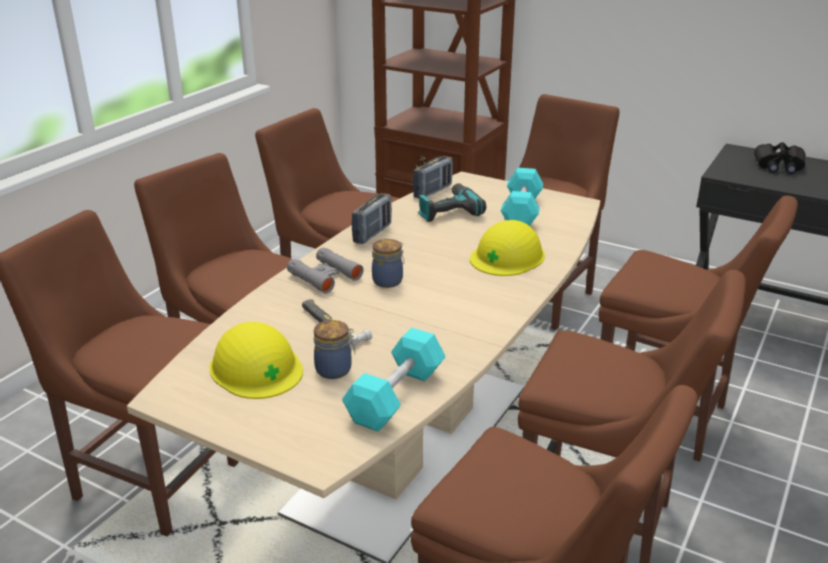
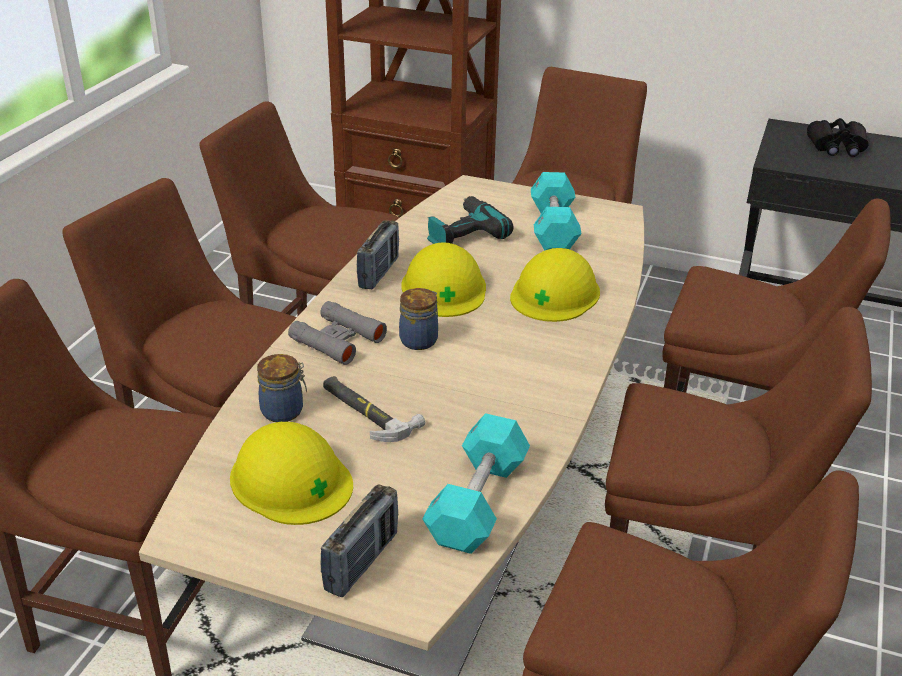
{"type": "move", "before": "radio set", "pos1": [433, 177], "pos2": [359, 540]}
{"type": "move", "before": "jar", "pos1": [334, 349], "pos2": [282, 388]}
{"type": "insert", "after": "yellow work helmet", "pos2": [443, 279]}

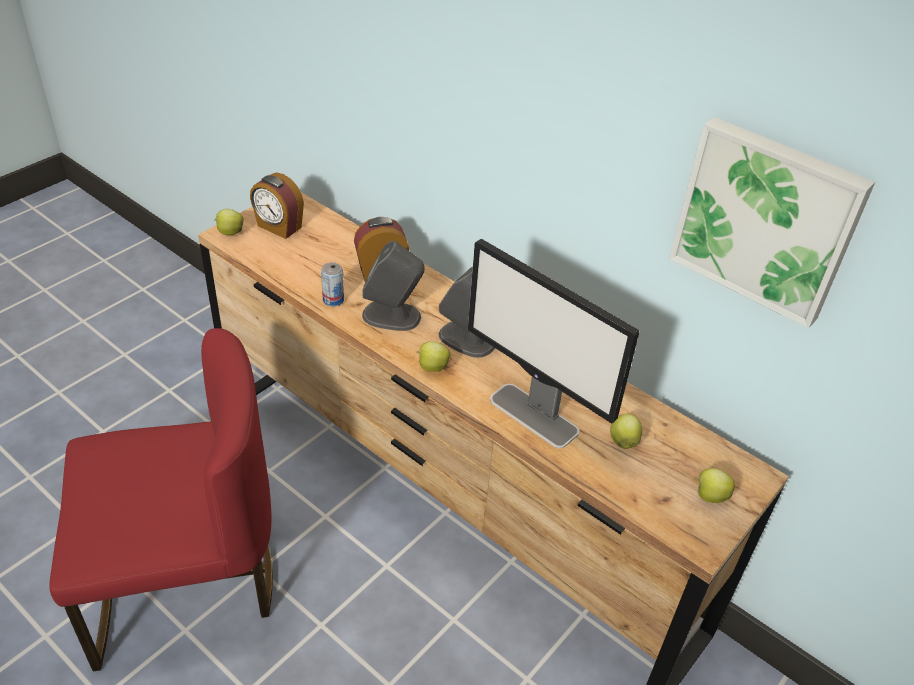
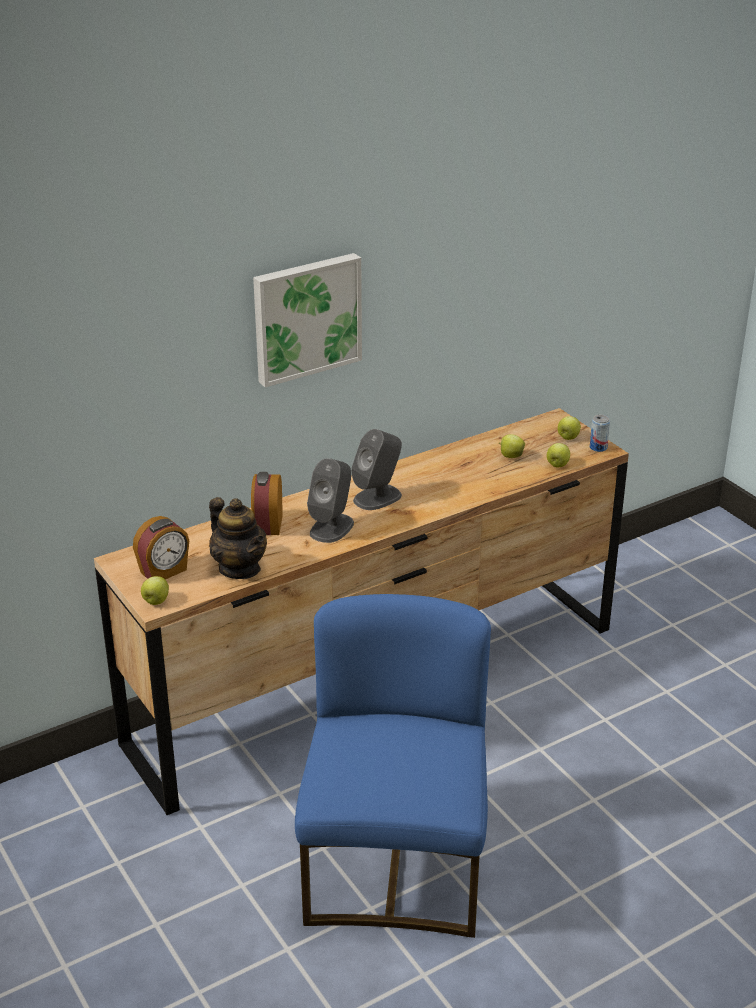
{"type": "move", "before": "picture", "pos1": [772, 222], "pos2": [307, 320]}
{"type": "delete", "before": "monitor", "pos1": [553, 343]}
{"type": "move", "before": "can", "pos1": [332, 284], "pos2": [600, 433]}
{"type": "recolor", "before": "red-coloured chair", "after": "bluish chair", "pos1": [161, 499], "pos2": [393, 766]}
{"type": "move", "before": "apple", "pos1": [433, 356], "pos2": [558, 455]}
{"type": "insert", "after": "tea pot", "pos2": [238, 538]}

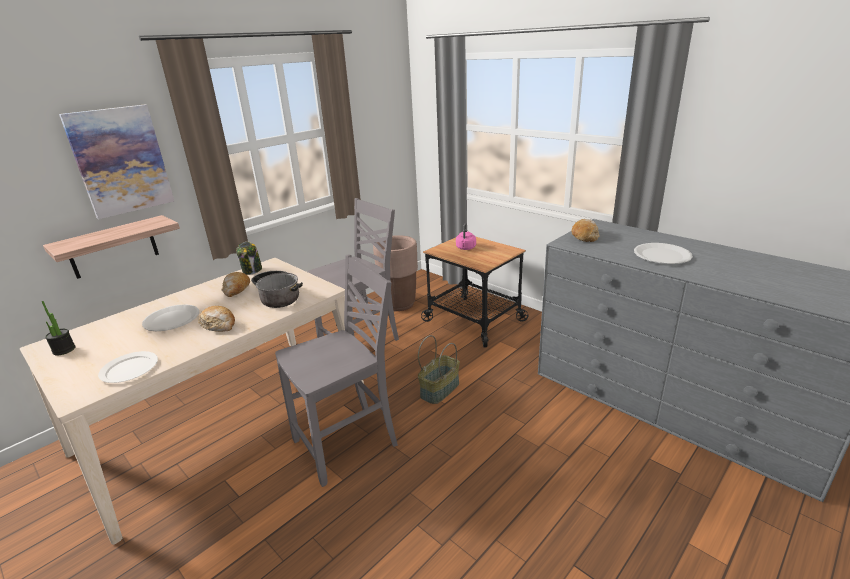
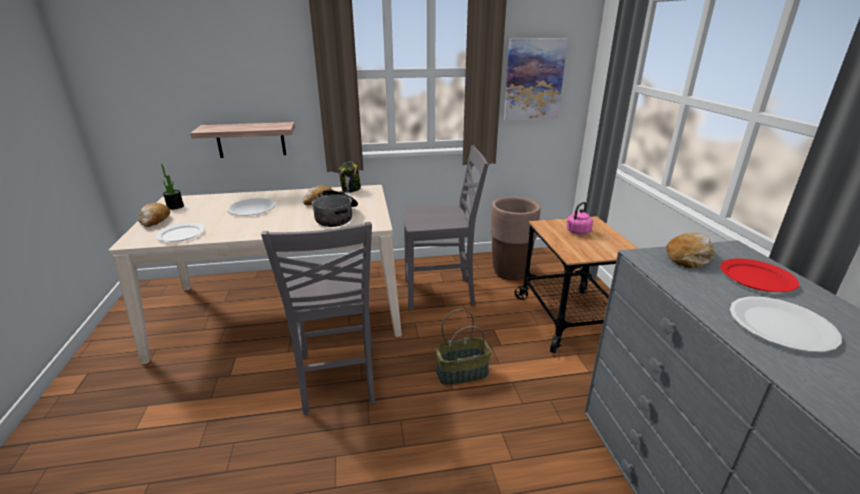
{"type": "move", "before": "picture", "pos1": [116, 162], "pos2": [536, 79]}
{"type": "rotate", "before": "gray chair", "pos1": [336, 370], "pos2": [318, 318], "turn": 75}
{"type": "move", "before": "baked bread", "pos1": [216, 319], "pos2": [154, 215]}
{"type": "insert", "after": "red-coloured plate", "pos2": [759, 275]}

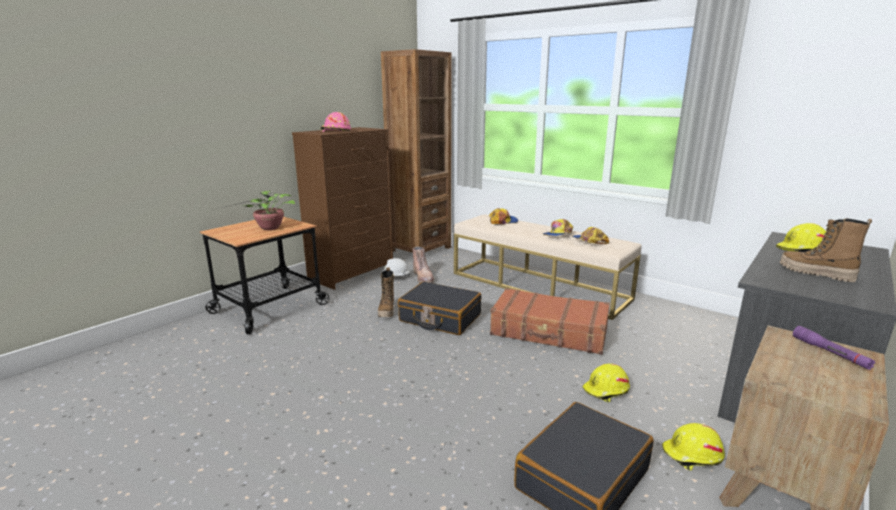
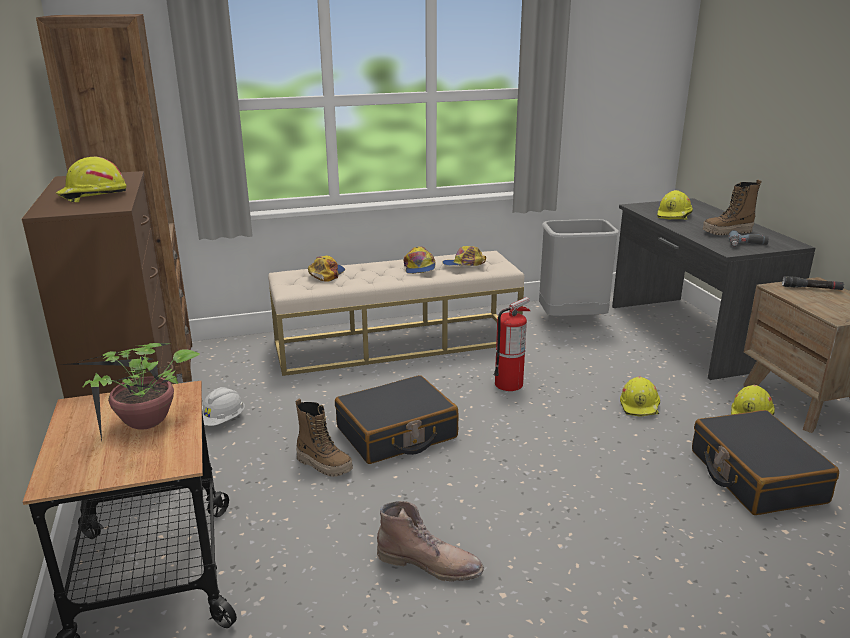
{"type": "recolor", "before": "pink-coloured work helmet", "after": "yellow work helmet", "pos1": [335, 122], "pos2": [90, 179]}
{"type": "move", "before": "brown-coloured boot", "pos1": [423, 265], "pos2": [430, 541]}
{"type": "replace", "before": "brown-coloured piece of luggage", "after": "extinguisher", "pos1": [550, 321], "pos2": [512, 344]}
{"type": "recolor", "before": "purplish hand torch", "after": "blackish hand torch", "pos1": [834, 348], "pos2": [813, 283]}
{"type": "insert", "after": "gray waste bin", "pos2": [579, 267]}
{"type": "insert", "after": "electric drill", "pos2": [749, 238]}

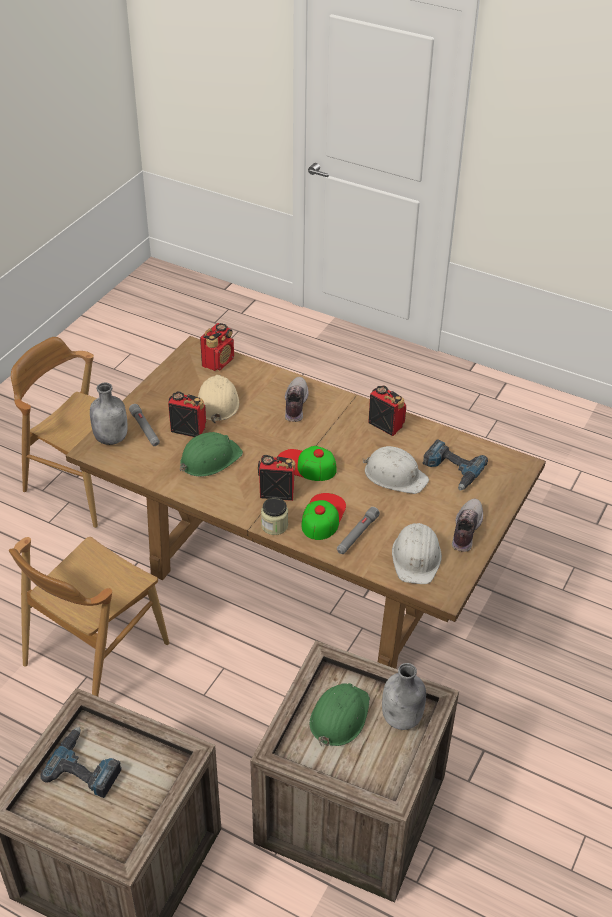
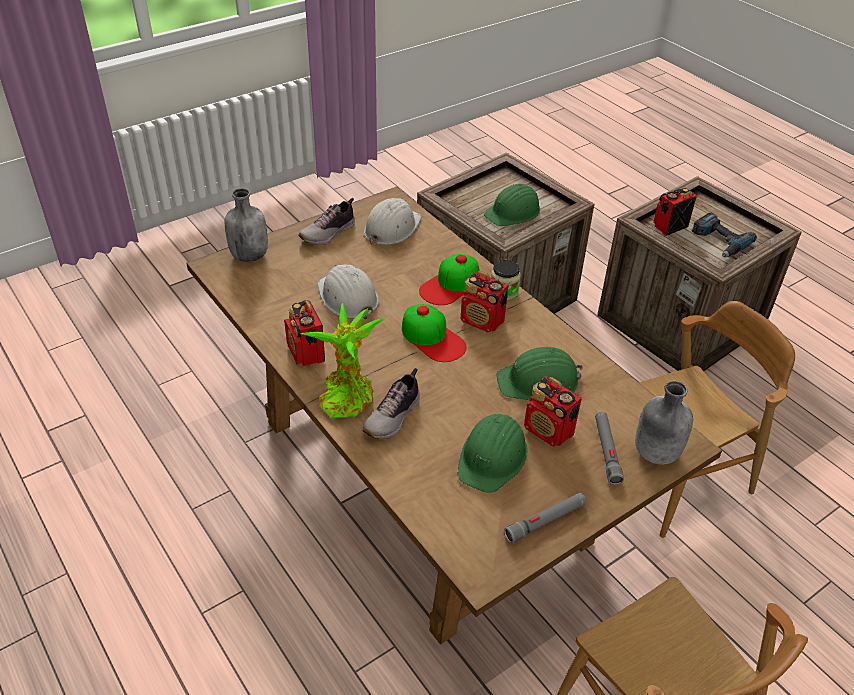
{"type": "move", "before": "radio set", "pos1": [217, 347], "pos2": [675, 212]}
{"type": "recolor", "before": "sand-coloured work helmet", "after": "green work helmet", "pos1": [218, 399], "pos2": [493, 453]}
{"type": "delete", "before": "electric drill", "pos1": [455, 465]}
{"type": "move", "before": "gray hand torch", "pos1": [358, 530], "pos2": [545, 518]}
{"type": "move", "before": "gray drink bottle", "pos1": [404, 696], "pos2": [246, 225]}
{"type": "insert", "after": "potted plant", "pos2": [342, 361]}

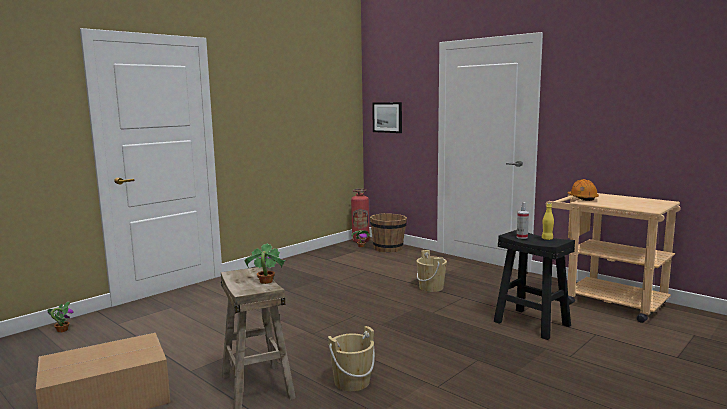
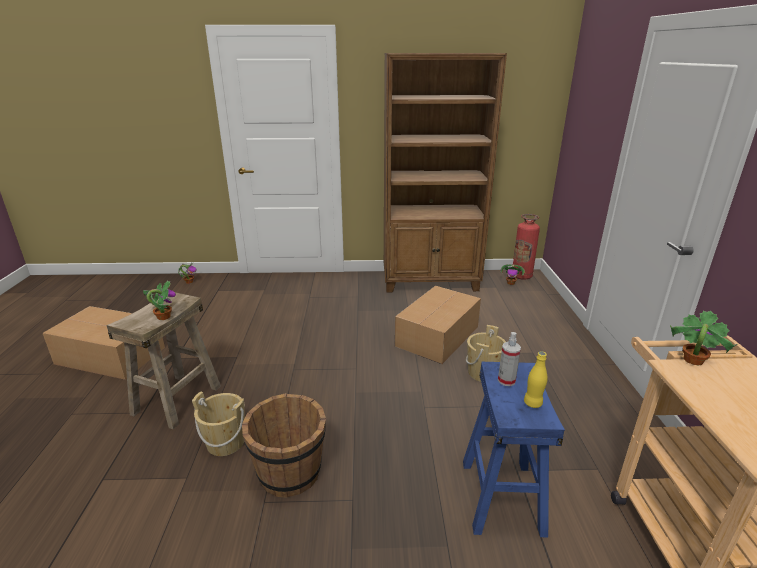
{"type": "delete", "before": "picture", "pos1": [387, 117]}
{"type": "replace", "before": "orange-coloured work helmet", "after": "potted plant", "pos1": [583, 190], "pos2": [703, 338]}
{"type": "move", "before": "brown-coloured bucket", "pos1": [388, 232], "pos2": [284, 445]}
{"type": "recolor", "before": "blackish stool seat", "after": "bluish stool seat", "pos1": [534, 285], "pos2": [514, 450]}
{"type": "insert", "after": "brown-coloured bookshelf", "pos2": [445, 172]}
{"type": "insert", "after": "packing box", "pos2": [438, 325]}

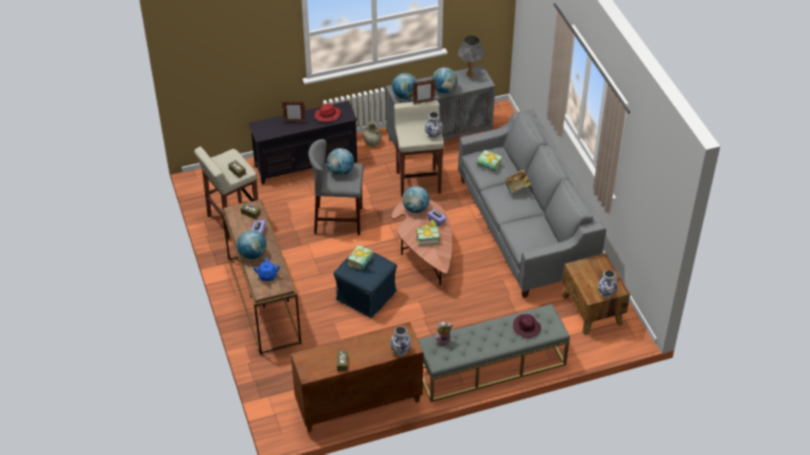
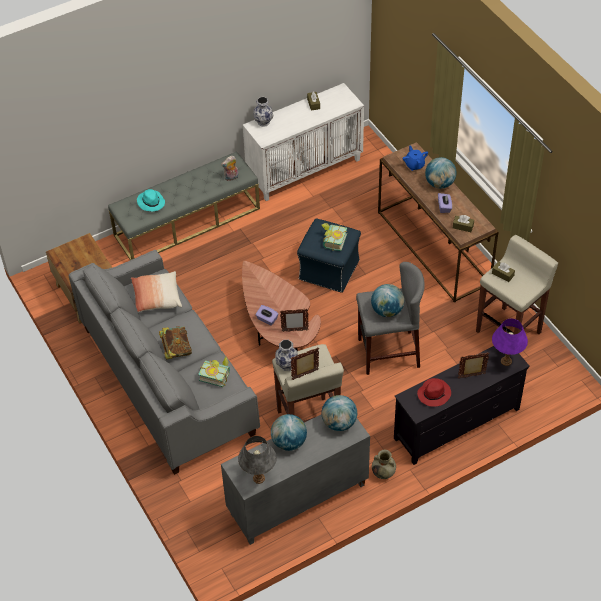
{"type": "replace", "before": "world globe", "after": "picture frame", "pos1": [416, 199], "pos2": [294, 320]}
{"type": "delete", "before": "book", "pos1": [428, 232]}
{"type": "delete", "before": "vase", "pos1": [607, 284]}
{"type": "recolor", "before": "purplish clothing hat", "after": "turquoise clothing hat", "pos1": [527, 326], "pos2": [151, 200]}
{"type": "recolor", "before": "brown-coloured cabinet", "after": "white-coloured cabinet", "pos1": [357, 377], "pos2": [303, 142]}
{"type": "insert", "after": "throw pillow", "pos2": [156, 291]}
{"type": "insert", "after": "purplish table lamp", "pos2": [510, 342]}

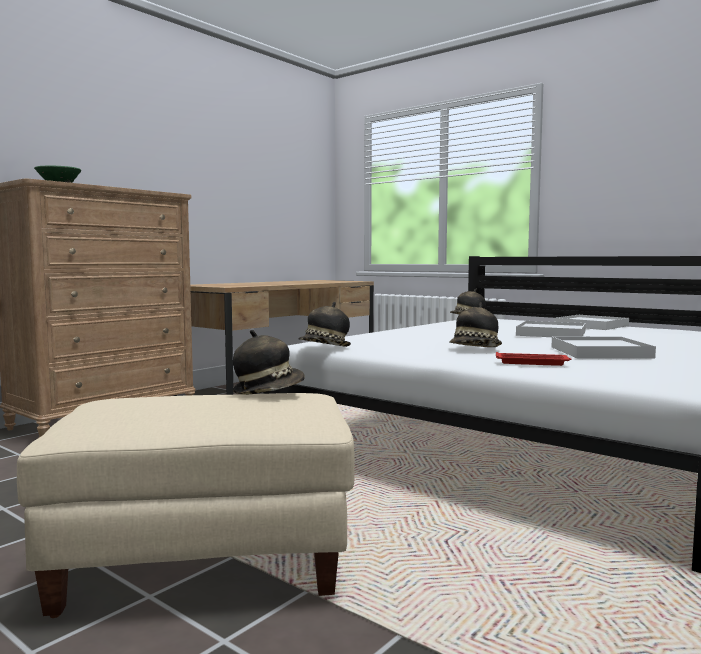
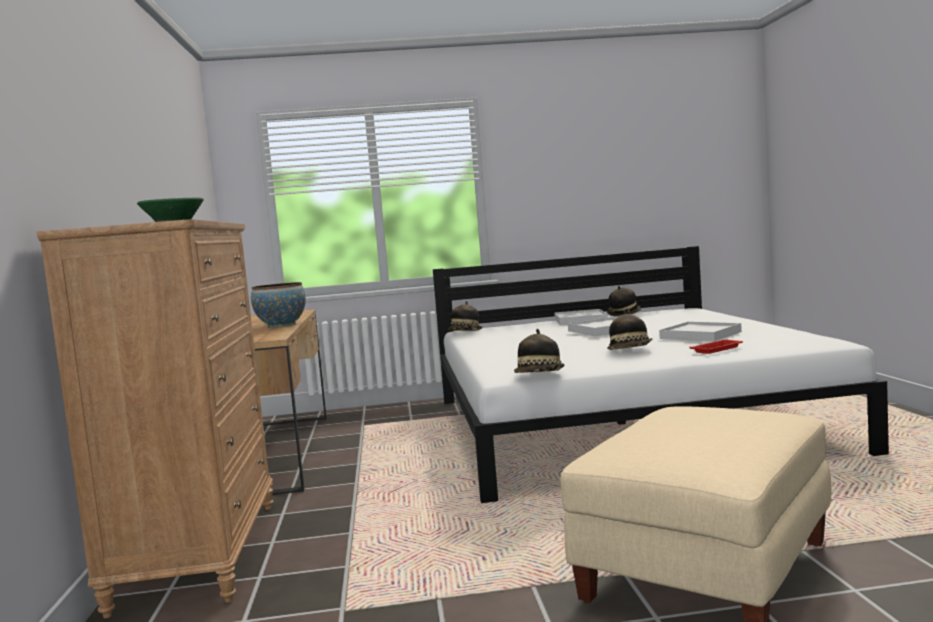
{"type": "move", "before": "clothing hat", "pos1": [269, 362], "pos2": [624, 301]}
{"type": "insert", "after": "serving bowl", "pos2": [278, 305]}

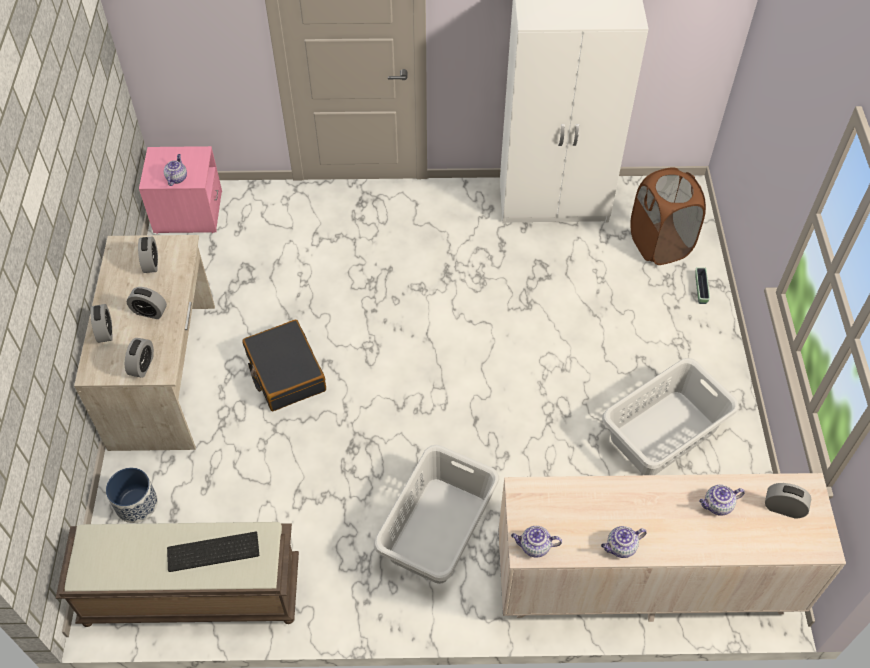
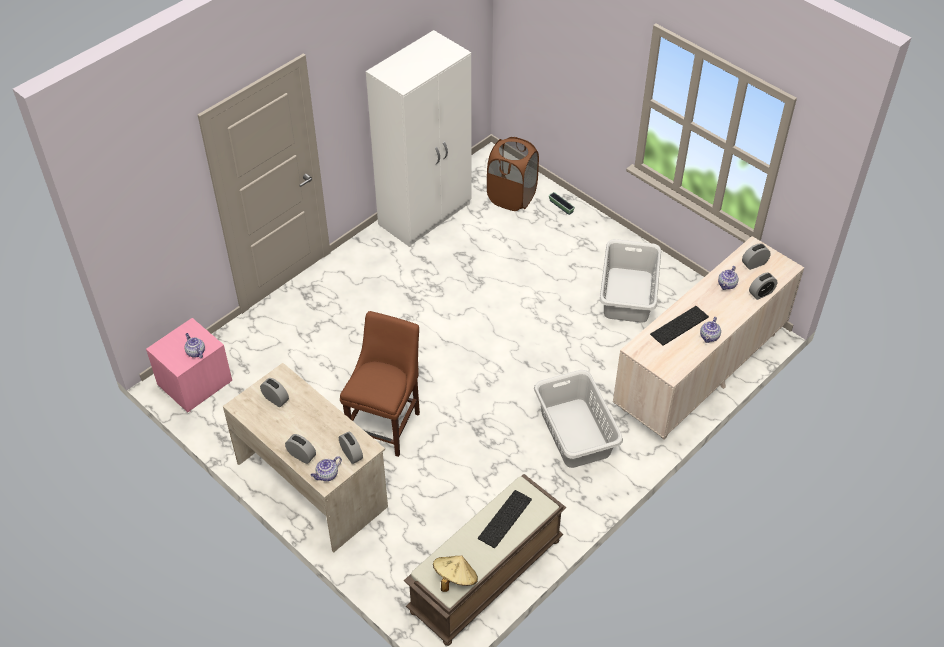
{"type": "move", "before": "table clock", "pos1": [147, 303], "pos2": [763, 286]}
{"type": "replace", "before": "blackish piece of luggage", "after": "brown-coloured chair", "pos1": [284, 365], "pos2": [380, 384]}
{"type": "delete", "before": "flower pot", "pos1": [132, 495]}
{"type": "move", "before": "tea pot", "pos1": [536, 542], "pos2": [326, 468]}
{"type": "insert", "after": "keyboard", "pos2": [679, 326]}
{"type": "insert", "after": "sand-coloured clothing hat", "pos2": [455, 573]}

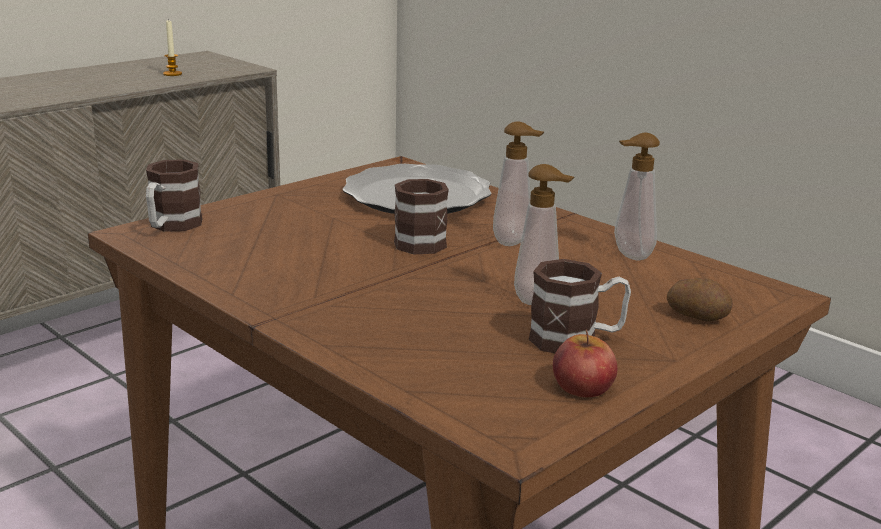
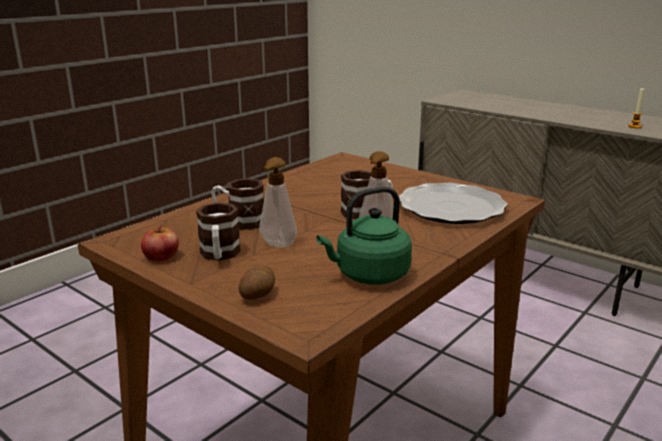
{"type": "replace", "before": "liquid soap bottle", "after": "green kettle", "pos1": [637, 196], "pos2": [364, 235]}
{"type": "move", "before": "tea mug", "pos1": [174, 195], "pos2": [237, 204]}

